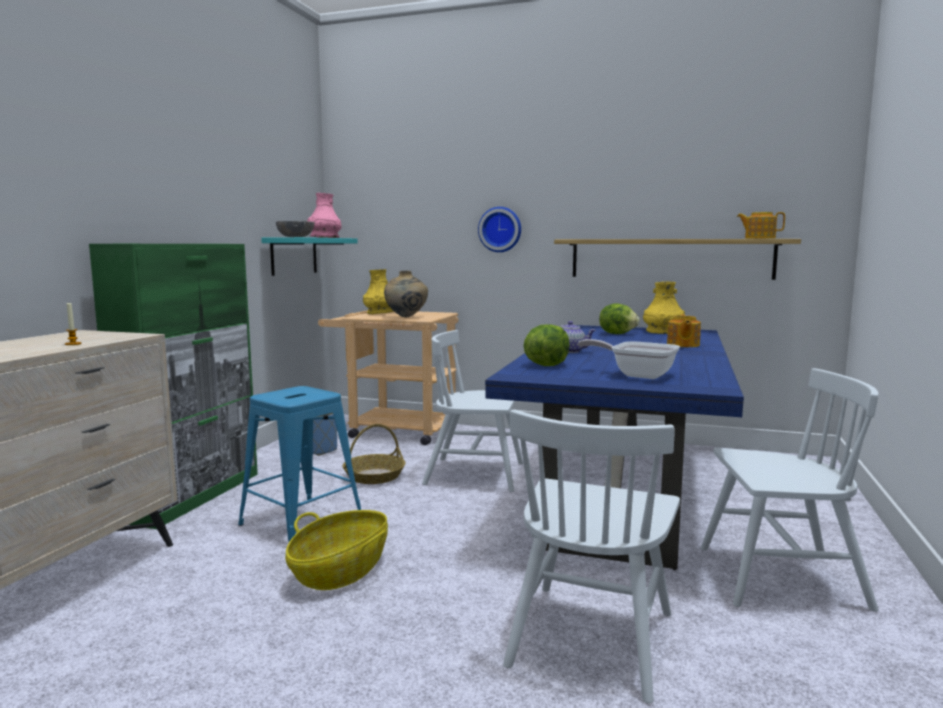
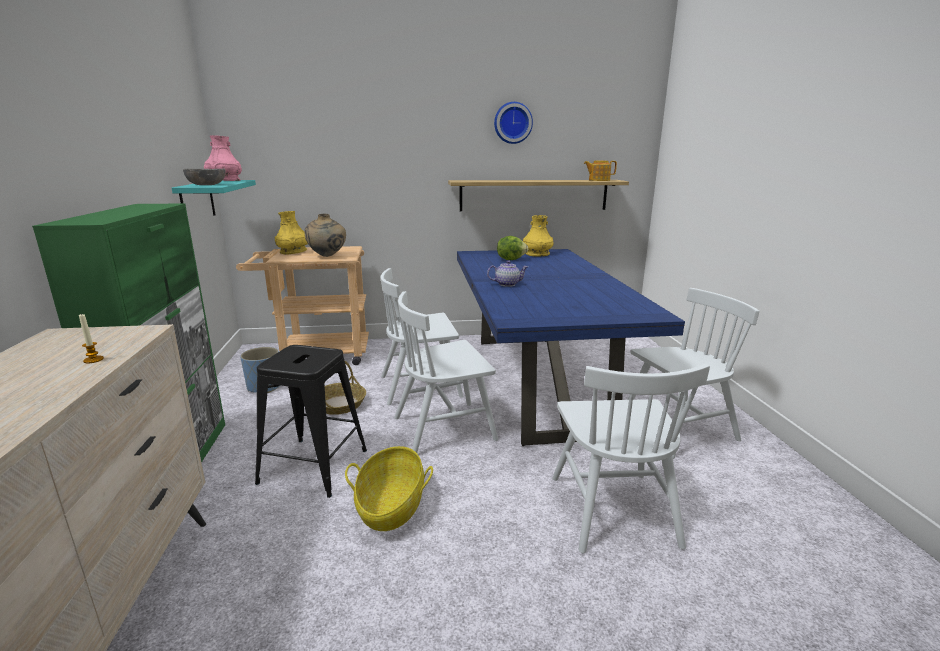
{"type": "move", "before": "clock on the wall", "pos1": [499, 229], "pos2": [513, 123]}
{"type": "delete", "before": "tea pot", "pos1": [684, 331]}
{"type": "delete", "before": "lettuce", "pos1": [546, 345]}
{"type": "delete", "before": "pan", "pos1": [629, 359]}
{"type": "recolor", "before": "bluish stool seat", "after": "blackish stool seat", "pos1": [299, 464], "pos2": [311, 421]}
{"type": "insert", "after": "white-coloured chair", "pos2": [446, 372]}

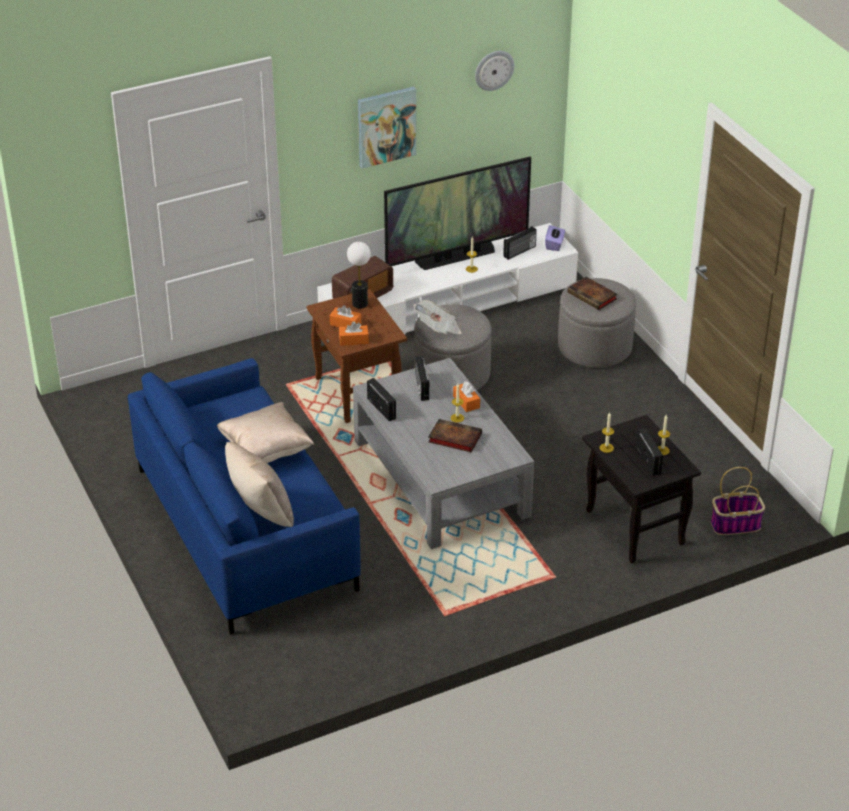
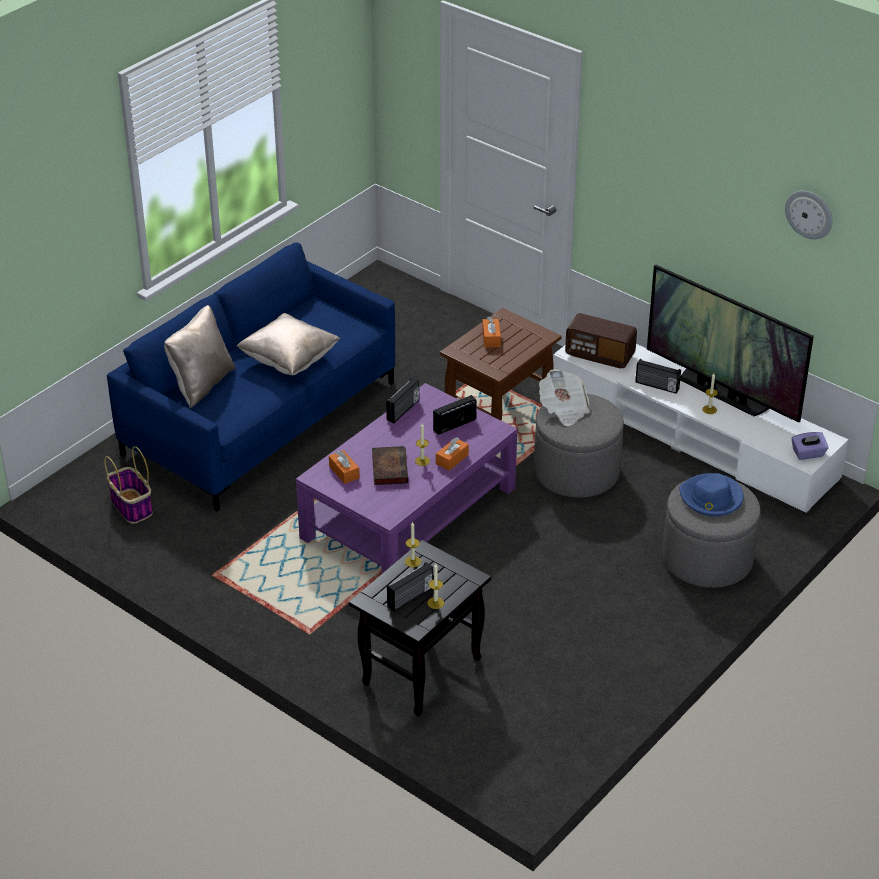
{"type": "delete", "before": "picture", "pos1": [387, 128]}
{"type": "move", "before": "radio set", "pos1": [520, 243], "pos2": [658, 376]}
{"type": "delete", "before": "table lamp", "pos1": [359, 275]}
{"type": "replace", "before": "book", "after": "bluish clothing hat", "pos1": [593, 293], "pos2": [711, 494]}
{"type": "move", "before": "orange-coloured tissue holder", "pos1": [354, 333], "pos2": [344, 467]}
{"type": "recolor", "before": "gray coffee table", "after": "purplish coffee table", "pos1": [443, 453], "pos2": [407, 478]}
{"type": "move", "before": "storage basket", "pos1": [738, 501], "pos2": [128, 485]}

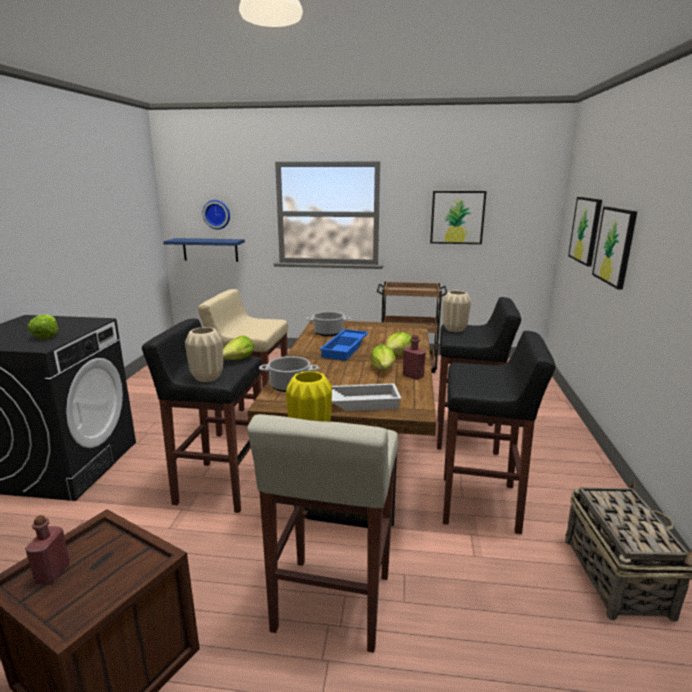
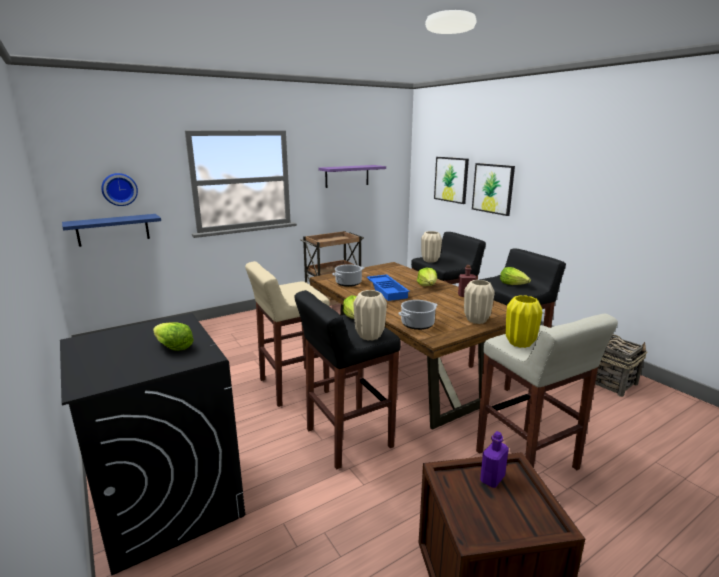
{"type": "replace", "before": "picture", "after": "purplish wall shelf", "pos1": [458, 217], "pos2": [352, 176]}
{"type": "move", "before": "lettuce", "pos1": [383, 357], "pos2": [515, 276]}
{"type": "replace", "before": "white-coloured tray", "after": "sand-coloured vase", "pos1": [367, 397], "pos2": [479, 302]}
{"type": "delete", "before": "red-coloured drink bottle", "pos1": [47, 550]}
{"type": "insert", "after": "purplish drink bottle", "pos2": [494, 459]}

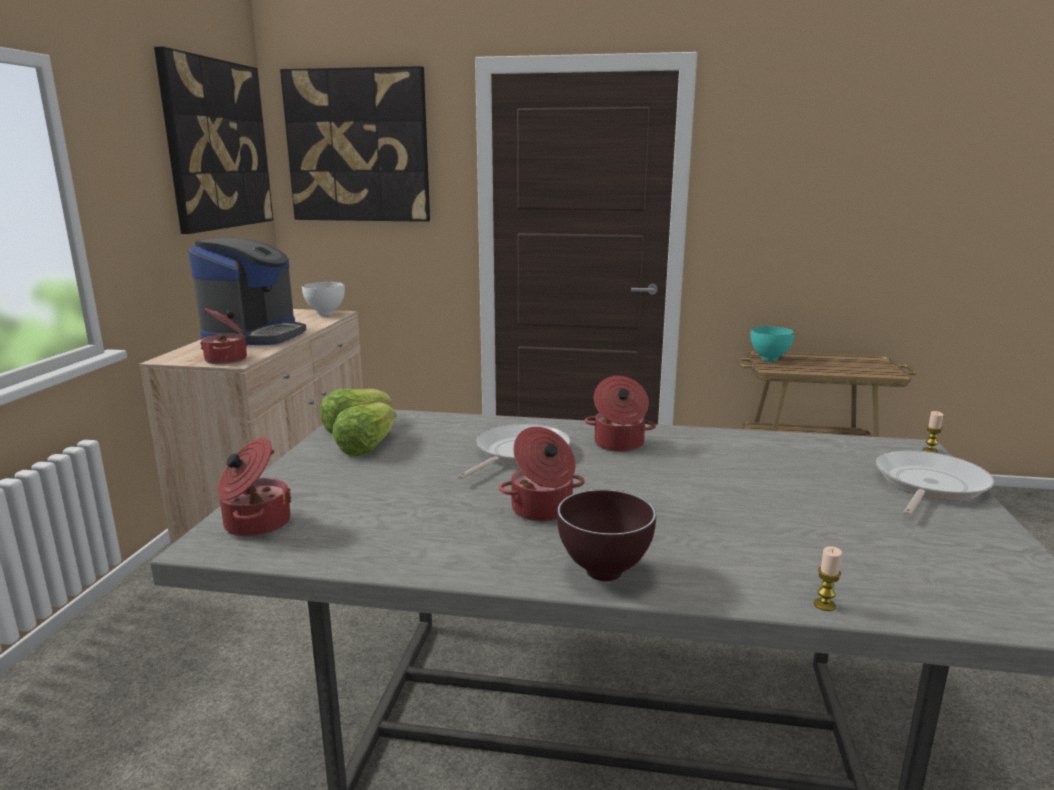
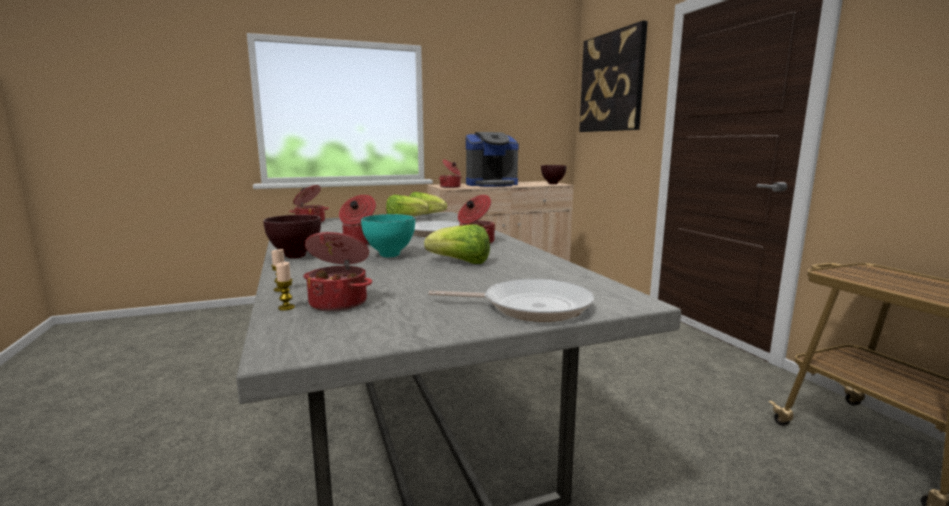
{"type": "delete", "before": "picture", "pos1": [213, 140]}
{"type": "recolor", "before": "white-coloured serving bowl", "after": "brown-coloured serving bowl", "pos1": [323, 299], "pos2": [554, 174]}
{"type": "move", "before": "turquoise serving bowl", "pos1": [773, 344], "pos2": [388, 235]}
{"type": "move", "before": "candle", "pos1": [933, 432], "pos2": [285, 286]}
{"type": "insert", "after": "lettuce", "pos2": [457, 244]}
{"type": "insert", "after": "cooking pot", "pos2": [337, 272]}

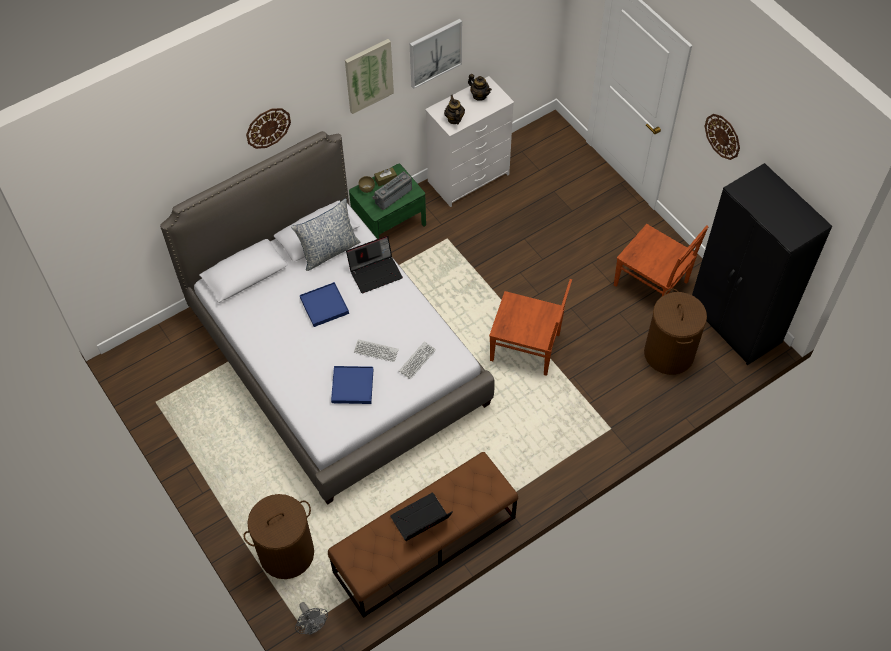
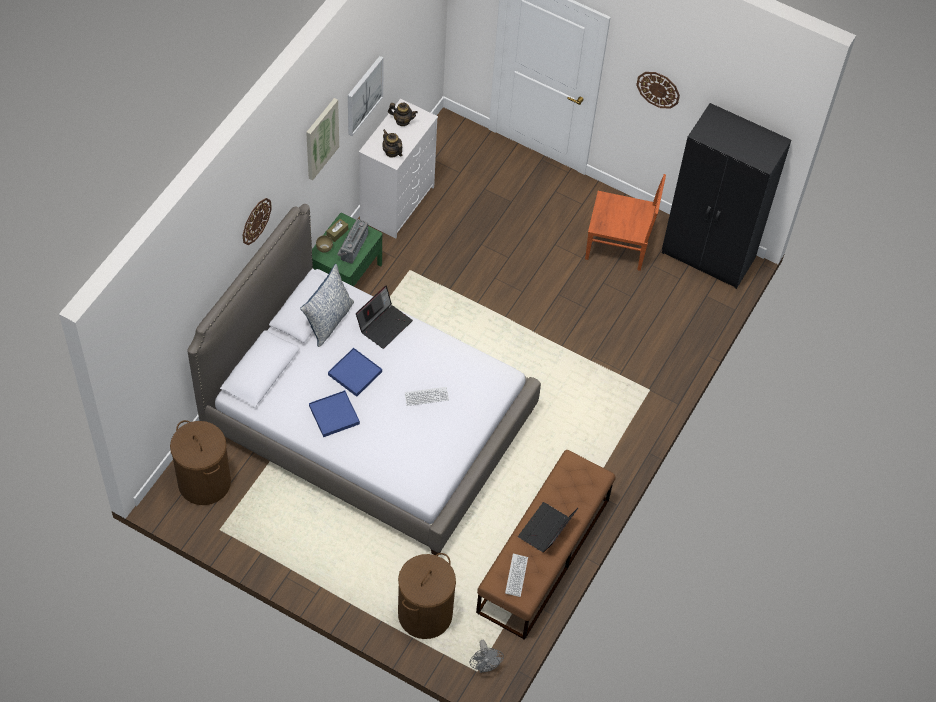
{"type": "delete", "before": "brown-coloured chair", "pos1": [530, 327]}
{"type": "move", "before": "brown-coloured washing basket", "pos1": [675, 332], "pos2": [200, 462]}
{"type": "move", "before": "keyboard", "pos1": [417, 360], "pos2": [516, 575]}
{"type": "move", "before": "bluish tray", "pos1": [352, 385], "pos2": [334, 413]}
{"type": "rotate", "before": "gray fan", "pos1": [311, 618], "pos2": [487, 656], "turn": 45}

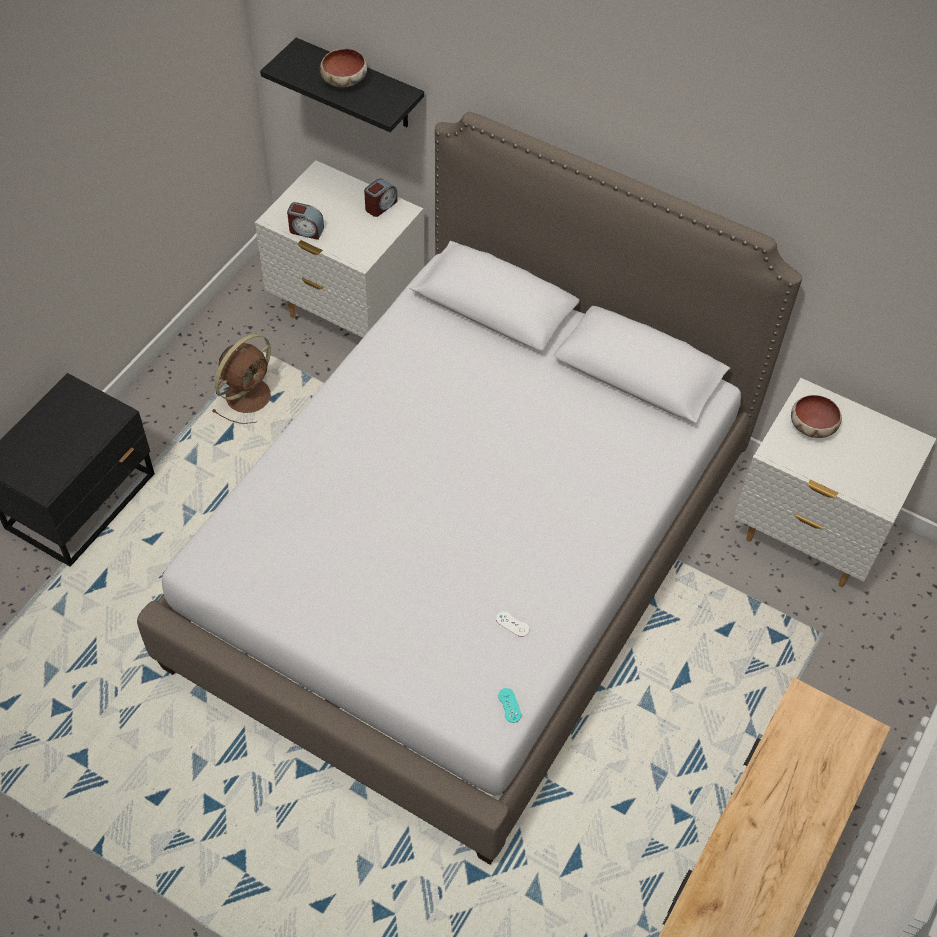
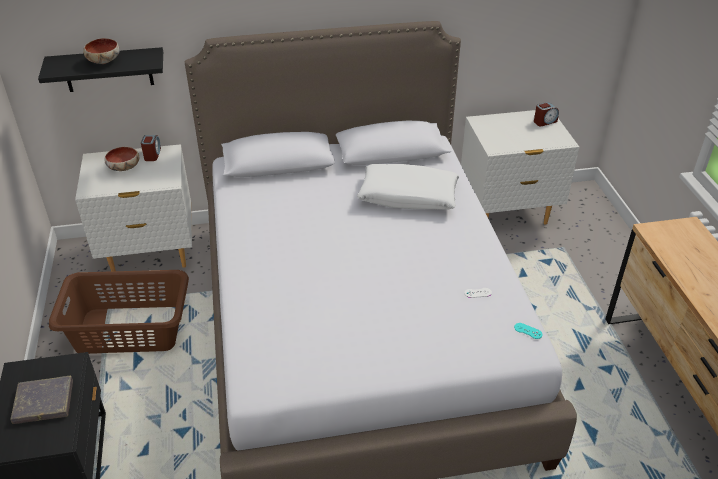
{"type": "move", "before": "table clock", "pos1": [305, 221], "pos2": [546, 114]}
{"type": "replace", "before": "brown-coloured fan", "after": "brown-coloured washing basket", "pos1": [241, 379], "pos2": [119, 312]}
{"type": "move", "before": "serving bowl", "pos1": [816, 416], "pos2": [122, 159]}
{"type": "insert", "after": "white-coloured throw pillow", "pos2": [408, 187]}
{"type": "insert", "after": "gray book", "pos2": [41, 400]}

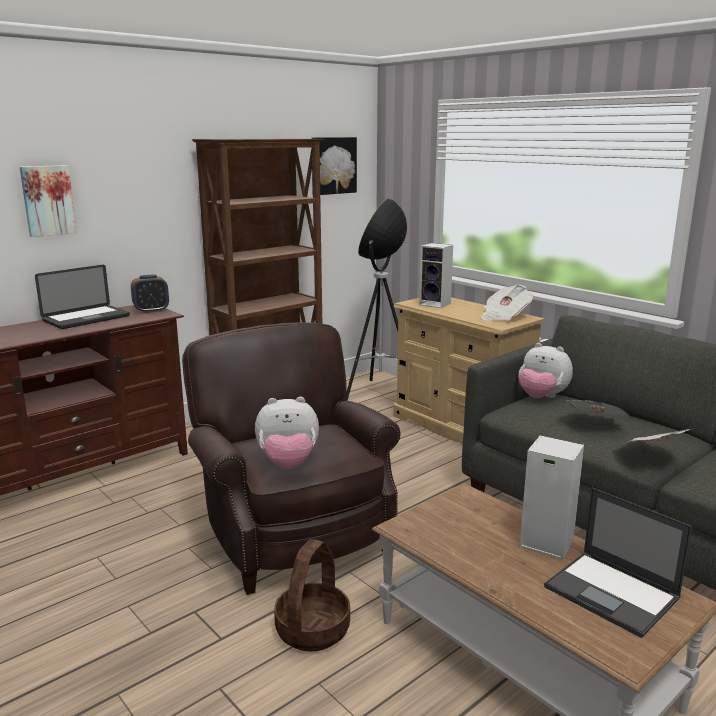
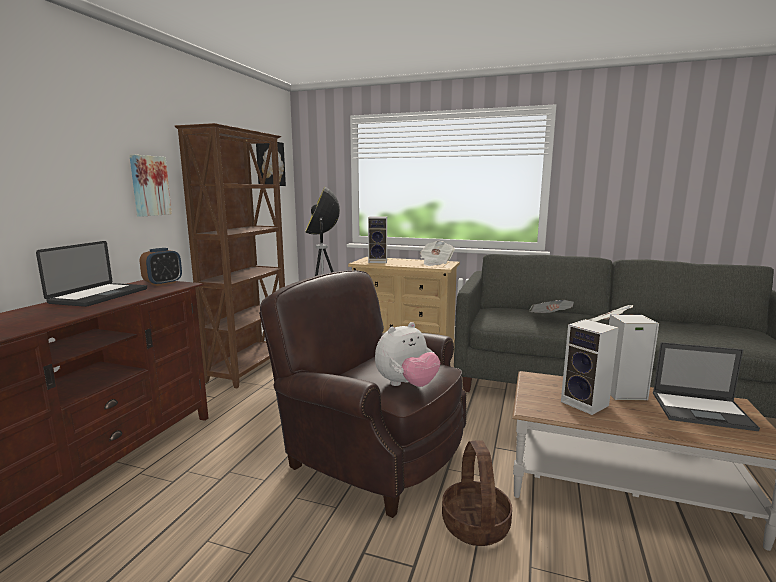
{"type": "move", "before": "picture", "pos1": [48, 201], "pos2": [150, 185]}
{"type": "delete", "before": "cuddly toy", "pos1": [545, 370]}
{"type": "insert", "after": "speaker", "pos2": [590, 367]}

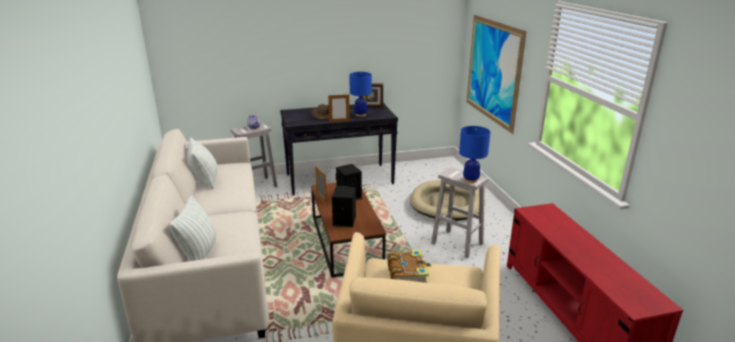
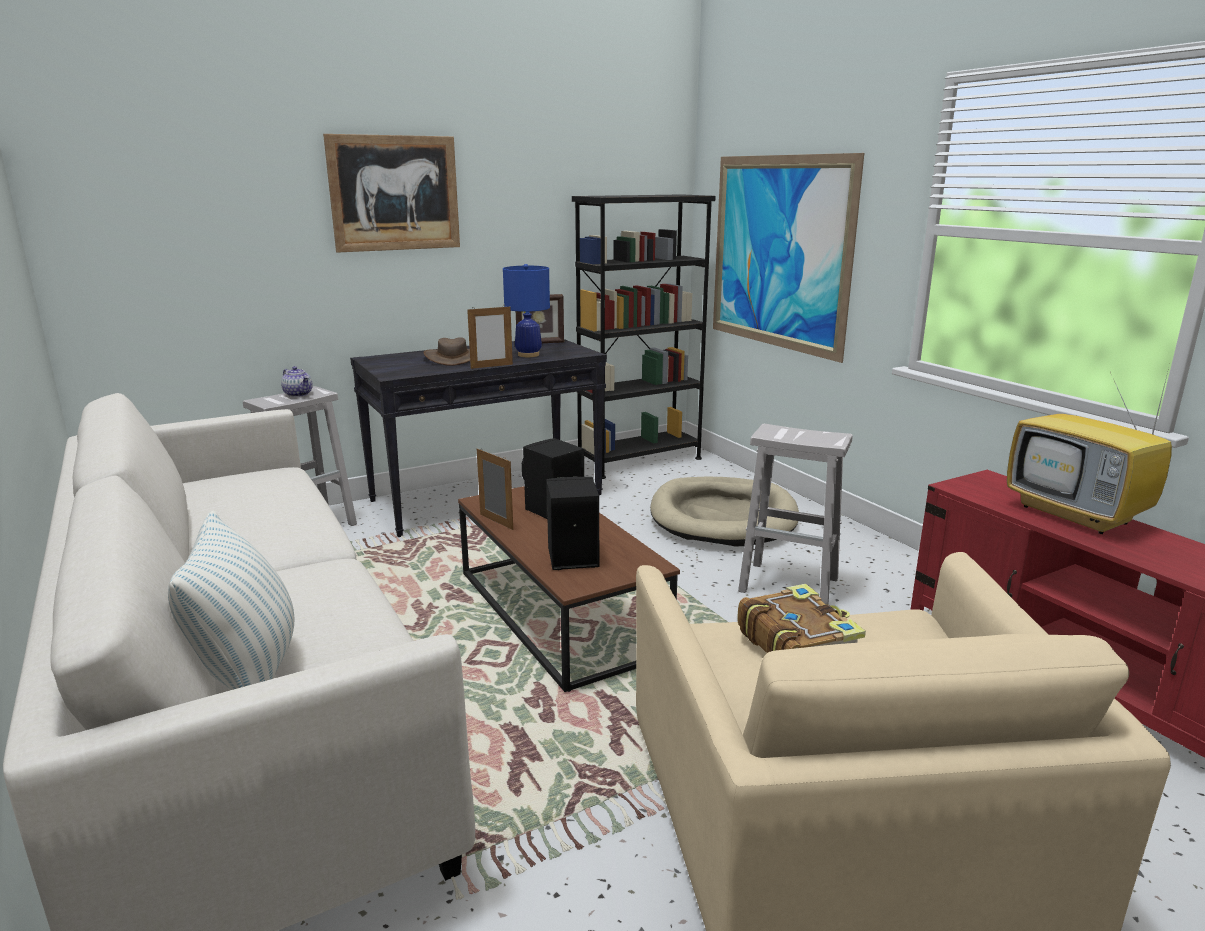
{"type": "delete", "before": "bluish table lamp", "pos1": [474, 154]}
{"type": "delete", "before": "throw pillow", "pos1": [203, 163]}
{"type": "insert", "after": "picture", "pos2": [391, 193]}
{"type": "insert", "after": "blackish bookshelf", "pos2": [643, 336]}
{"type": "insert", "after": "TV", "pos2": [1089, 451]}

